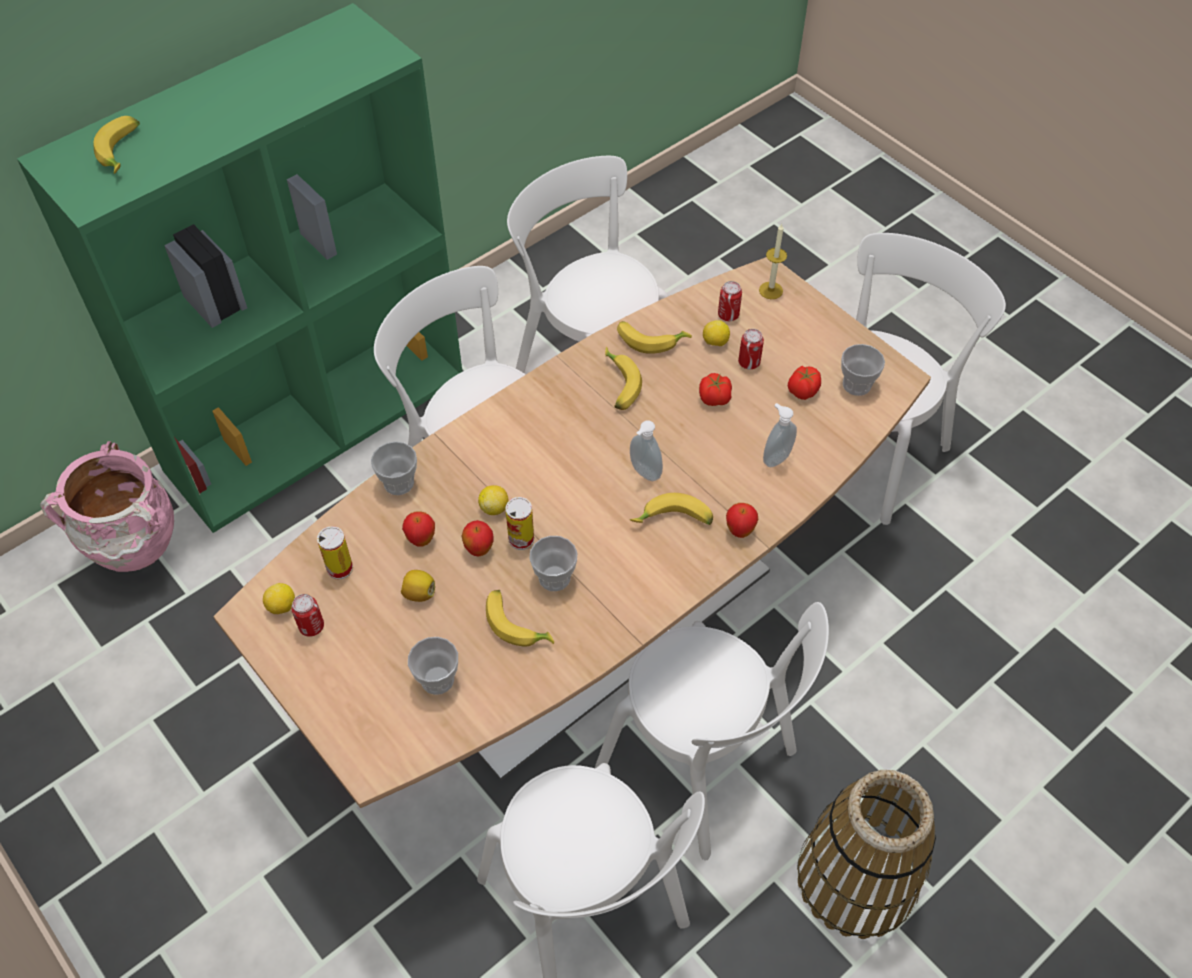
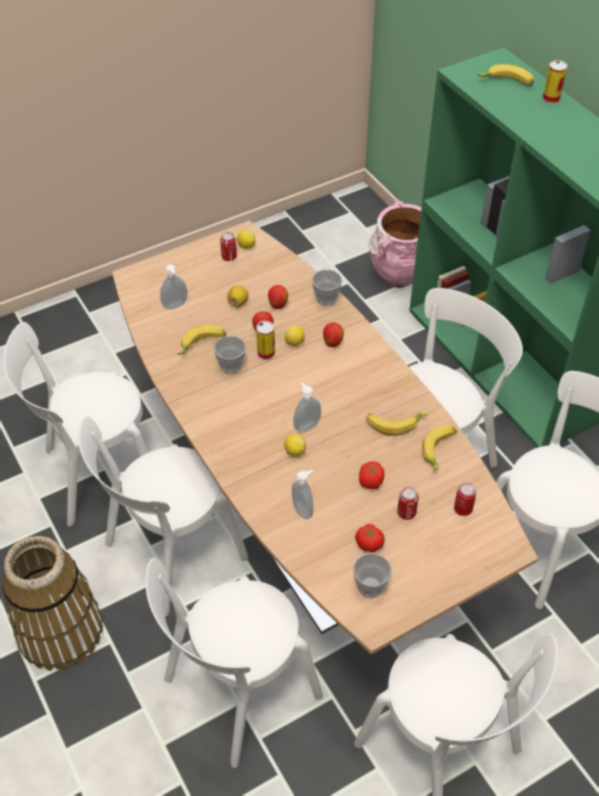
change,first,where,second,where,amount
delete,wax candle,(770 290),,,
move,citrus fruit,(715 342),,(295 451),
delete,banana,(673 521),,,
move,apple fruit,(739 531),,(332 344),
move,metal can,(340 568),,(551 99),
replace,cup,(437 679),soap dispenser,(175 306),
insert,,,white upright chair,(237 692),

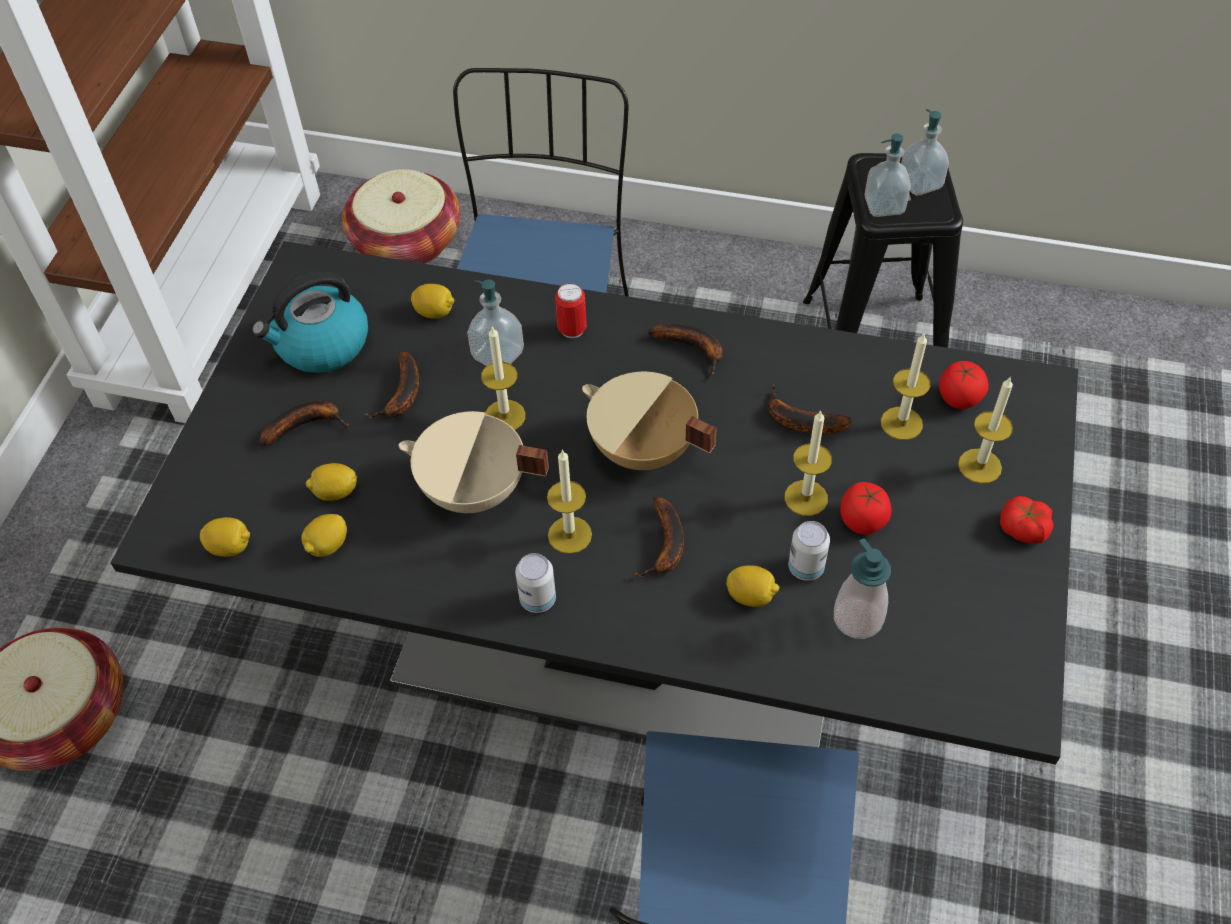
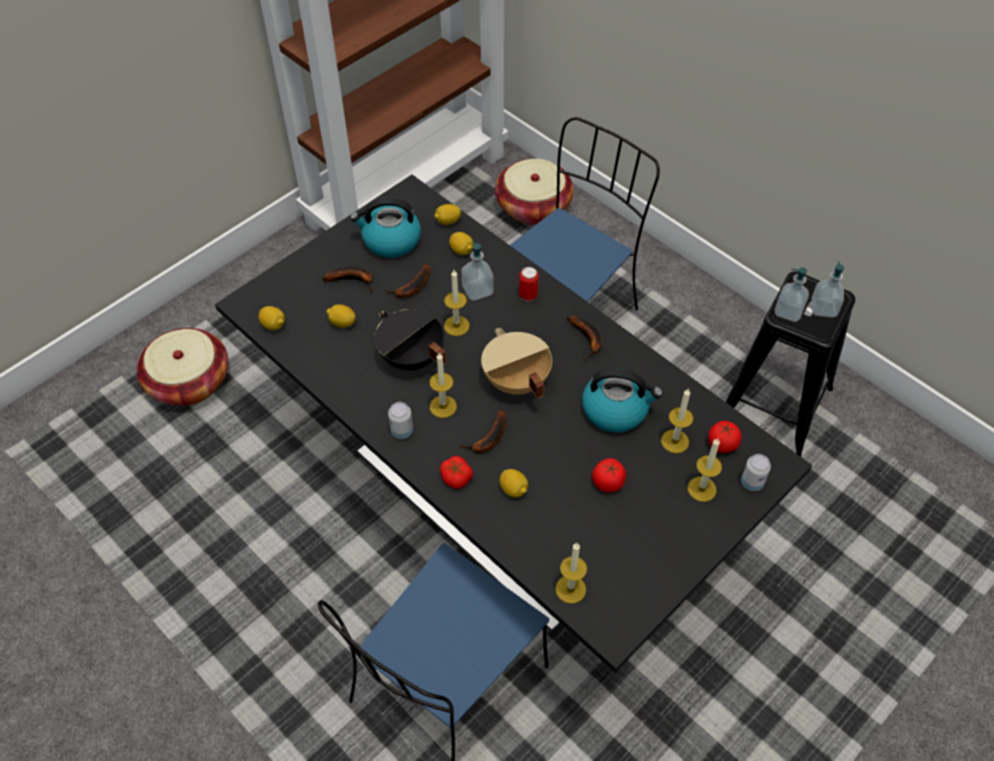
change,first,where,second,where,amount
replace,banana,(799 421),kettle,(616 409),
move,wax candle,(806 498),,(570 589),
recolor,beige stockpot,(474 492),black stockpot,(411 358),
move,tomato,(1023 528),,(456 477),
move,citrus fruit,(327 545),,(447 221),
move,metal can,(806 567),,(751 483),
delete,soap dispenser,(858 618),,,

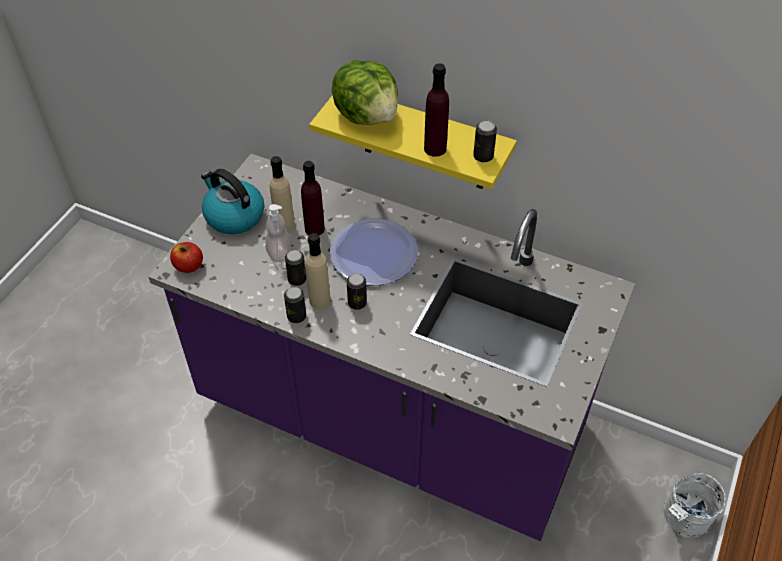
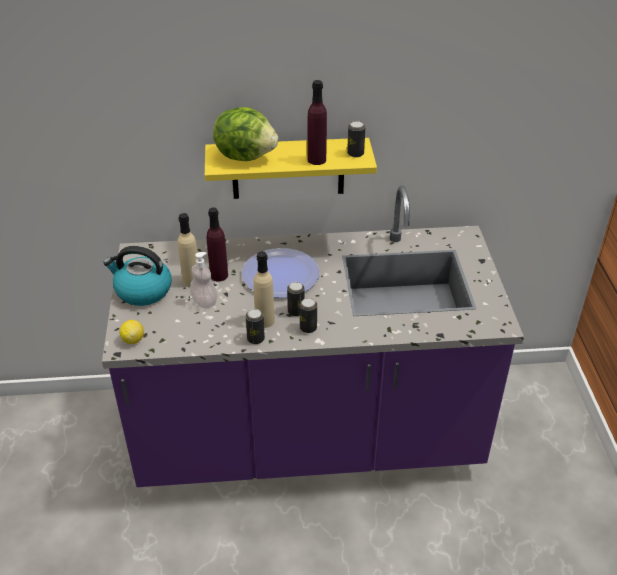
change,first,where,second,where,amount
replace,apple fruit,(189 266),citrus fruit,(133 340),
move,metal can,(297 279),,(308 328),
delete,white pail,(681 521),,,

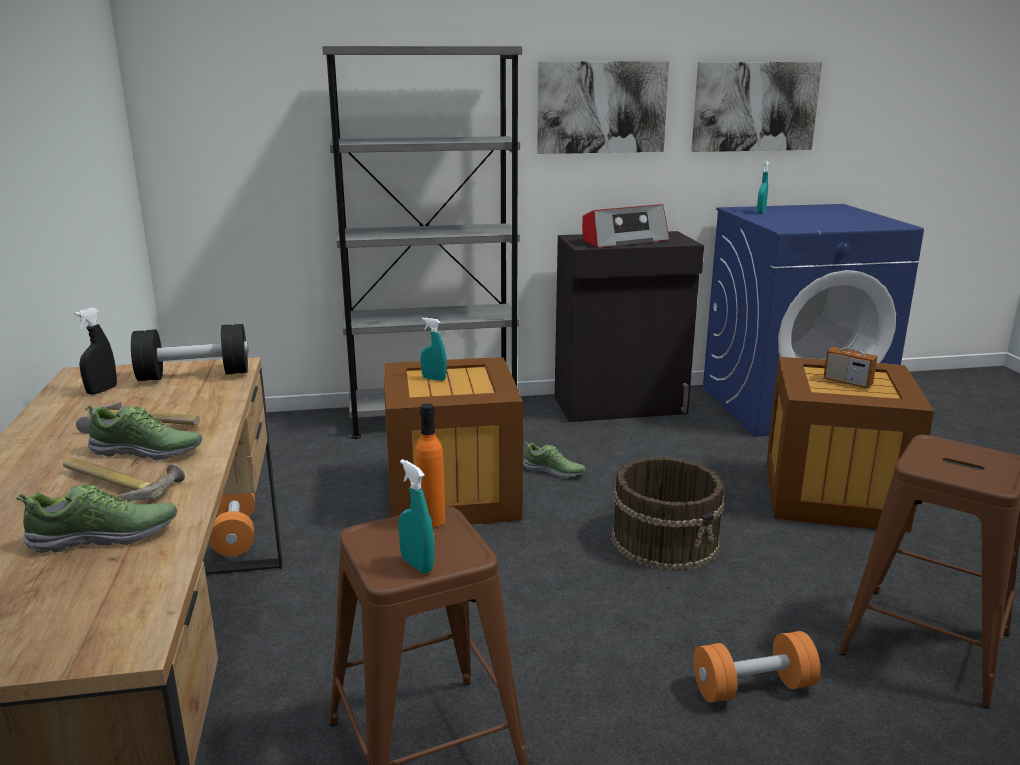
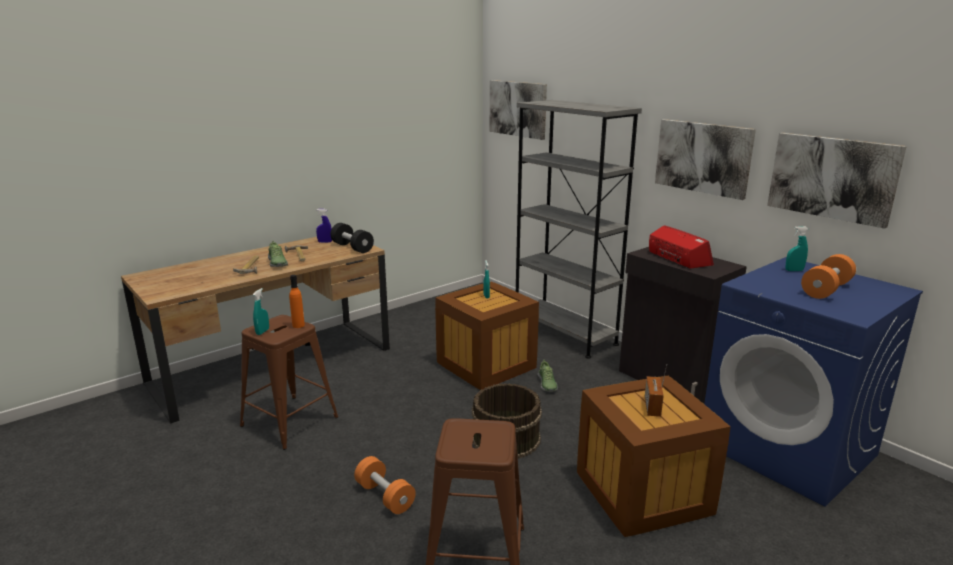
change,first,where,second,where,amount
rotate,radio set,(623 240),,(678 258),150 degrees counterclockwise
recolor,black hand sprayer,(102 390),bluish hand sprayer,(325 242),
delete,shoe,(105 537),,,
move,orange hand weight,(235 534),,(826 289),
insert,,,wall art,(518 109),

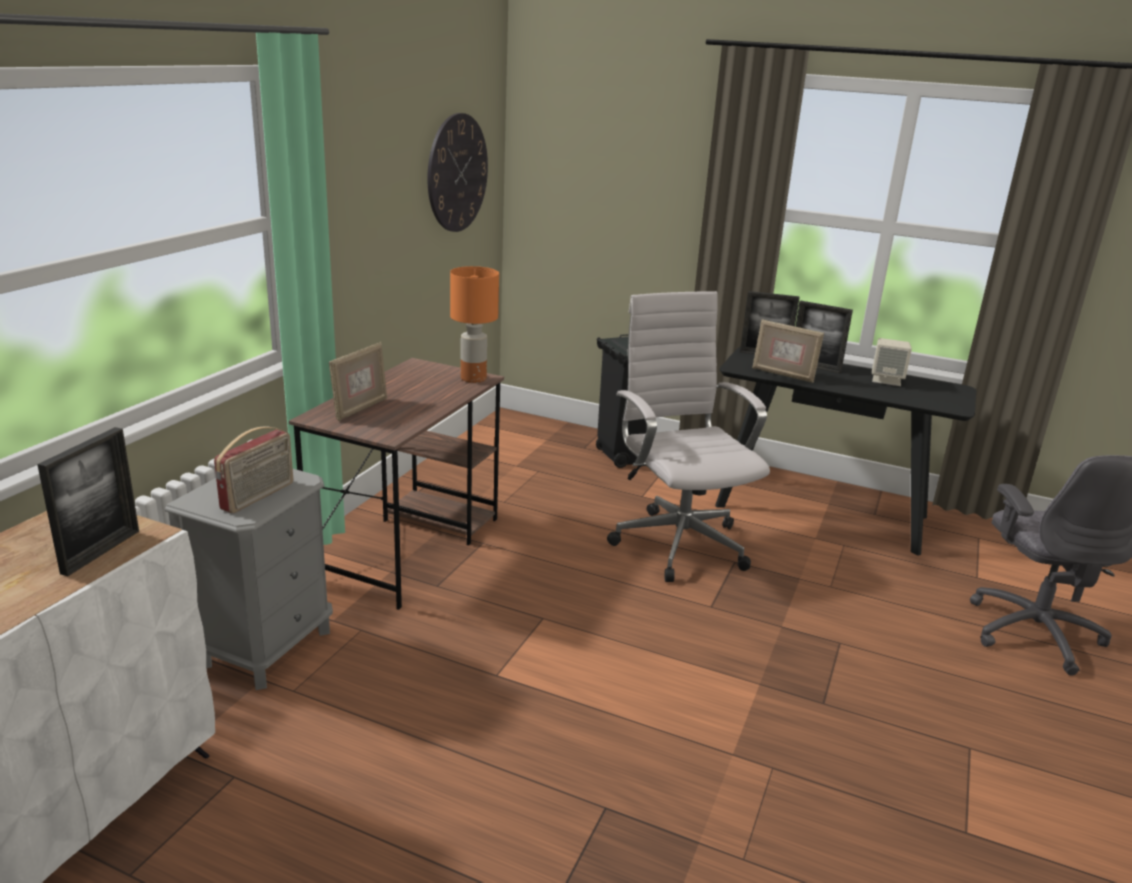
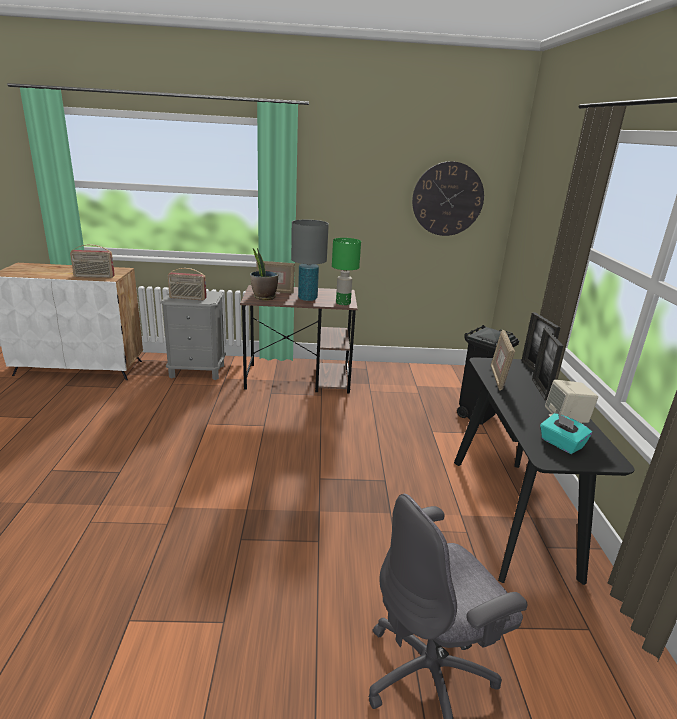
change,first,where,second,where,amount
recolor,orange tabletop lamp,(473 379),green tabletop lamp,(342 303),
delete,white computer chair,(677 542),,,
replace,standing frame,(101 551),radio set,(94 276),
insert,,,grey tabletop lamp,(307 298),
insert,,,plant in a pot,(264 297),
insert,,,turquoise box of tissues,(561 444),

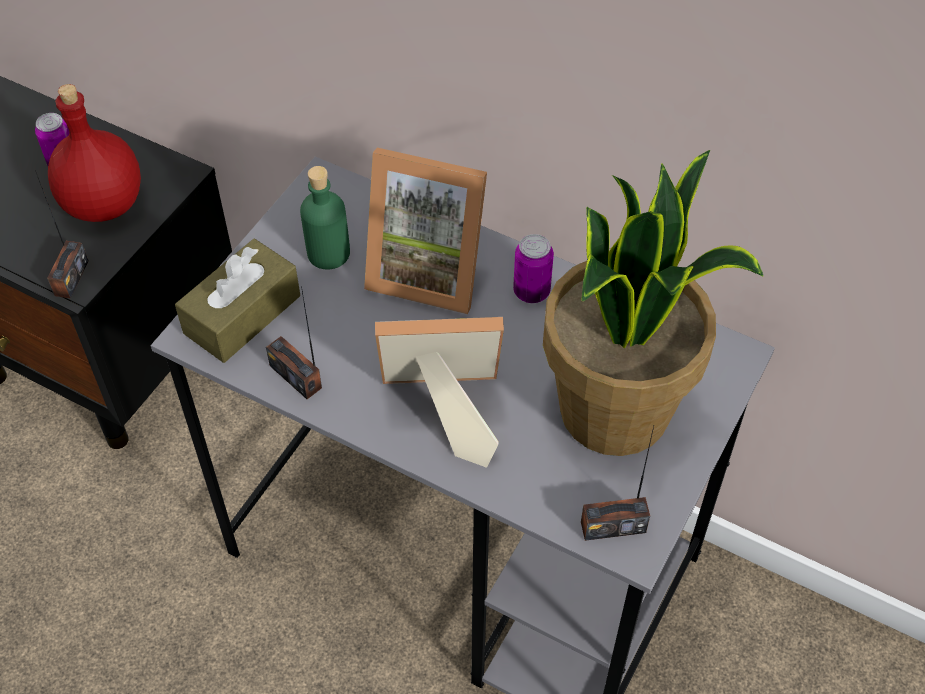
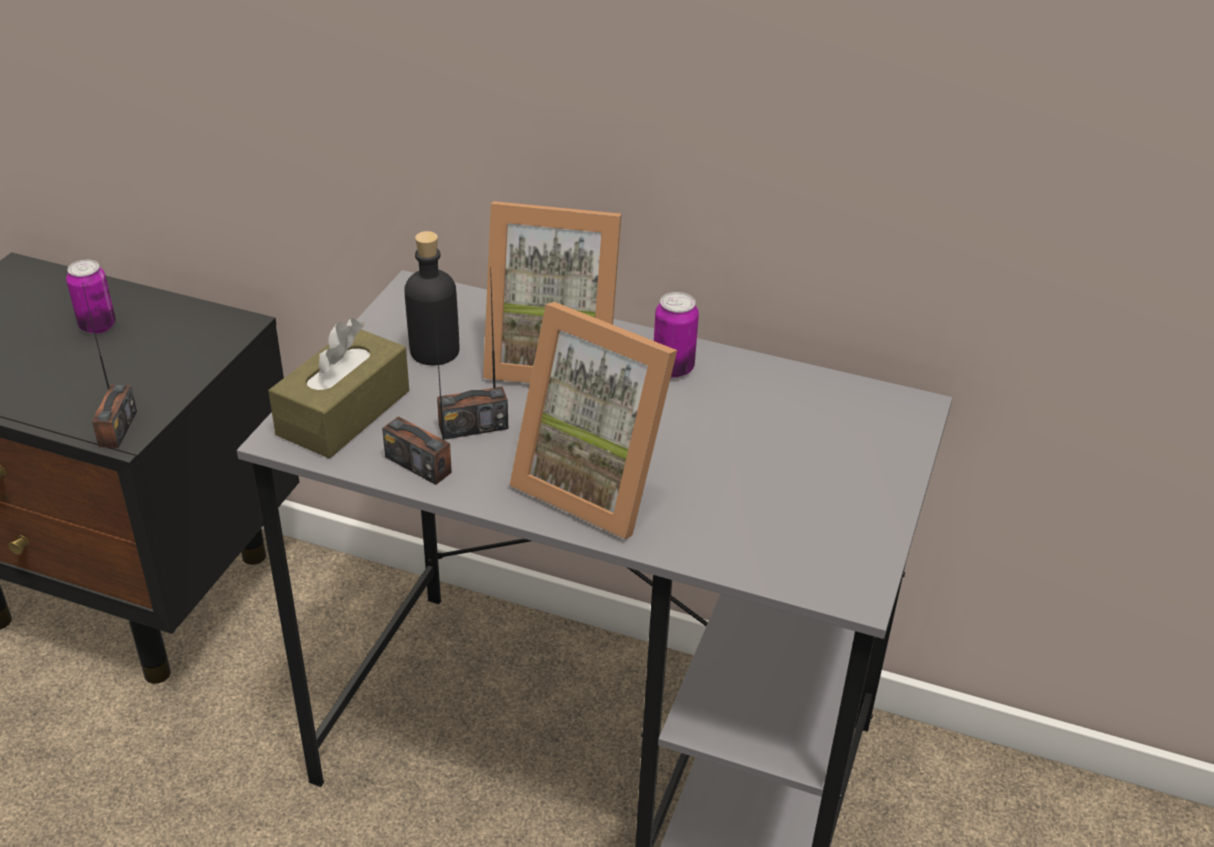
change,first,where,second,where,amount
delete,reddish bottle,(105 205),,,
delete,plant in a pot,(616 411),,,
recolor,green bottle,(328 253),black bottle,(434 351),
rotate,standing frame,(441 411),,(597 483),135 degrees counterclockwise
move,radio set,(613 526),,(473 427),

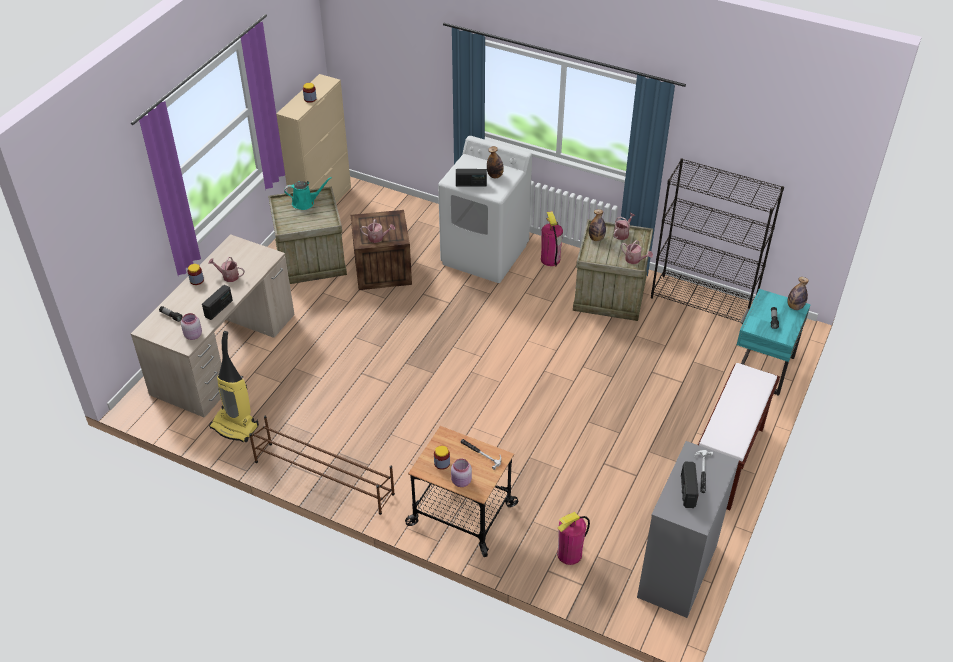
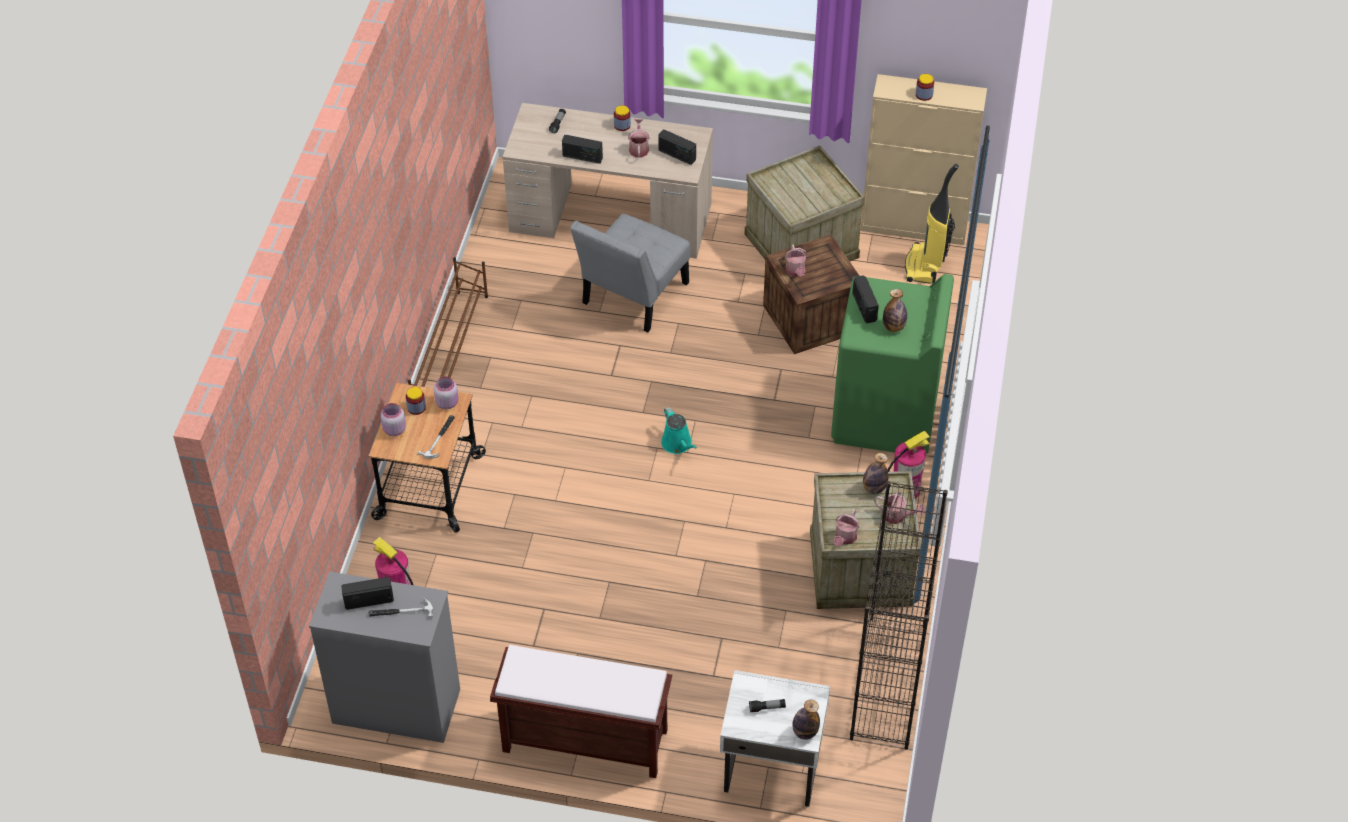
change,first,where,second,where,amount
recolor,white laundry appliance,(485 254),green laundry appliance,(885 416),
move,turquoise watering can,(305 202),,(678 444),
recolor,turquoise night table,(761 369),white night table,(771 767),
move,pinkish storage jar,(193 335),,(447 402),
move,hoover,(235 426),,(925 266),
insert,,,radio set,(677 155),
insert,,,grey upright chair,(632 297),

